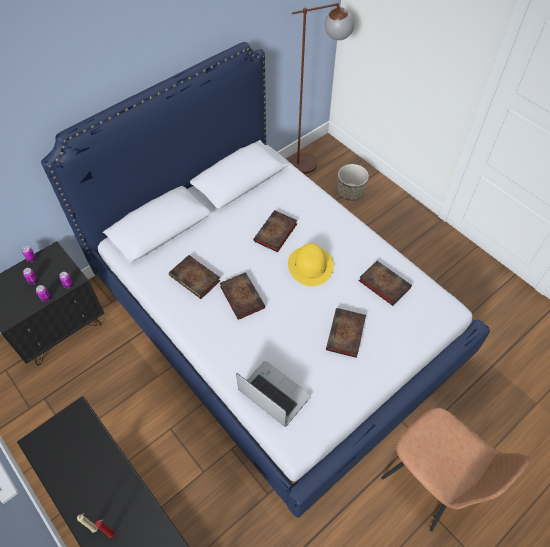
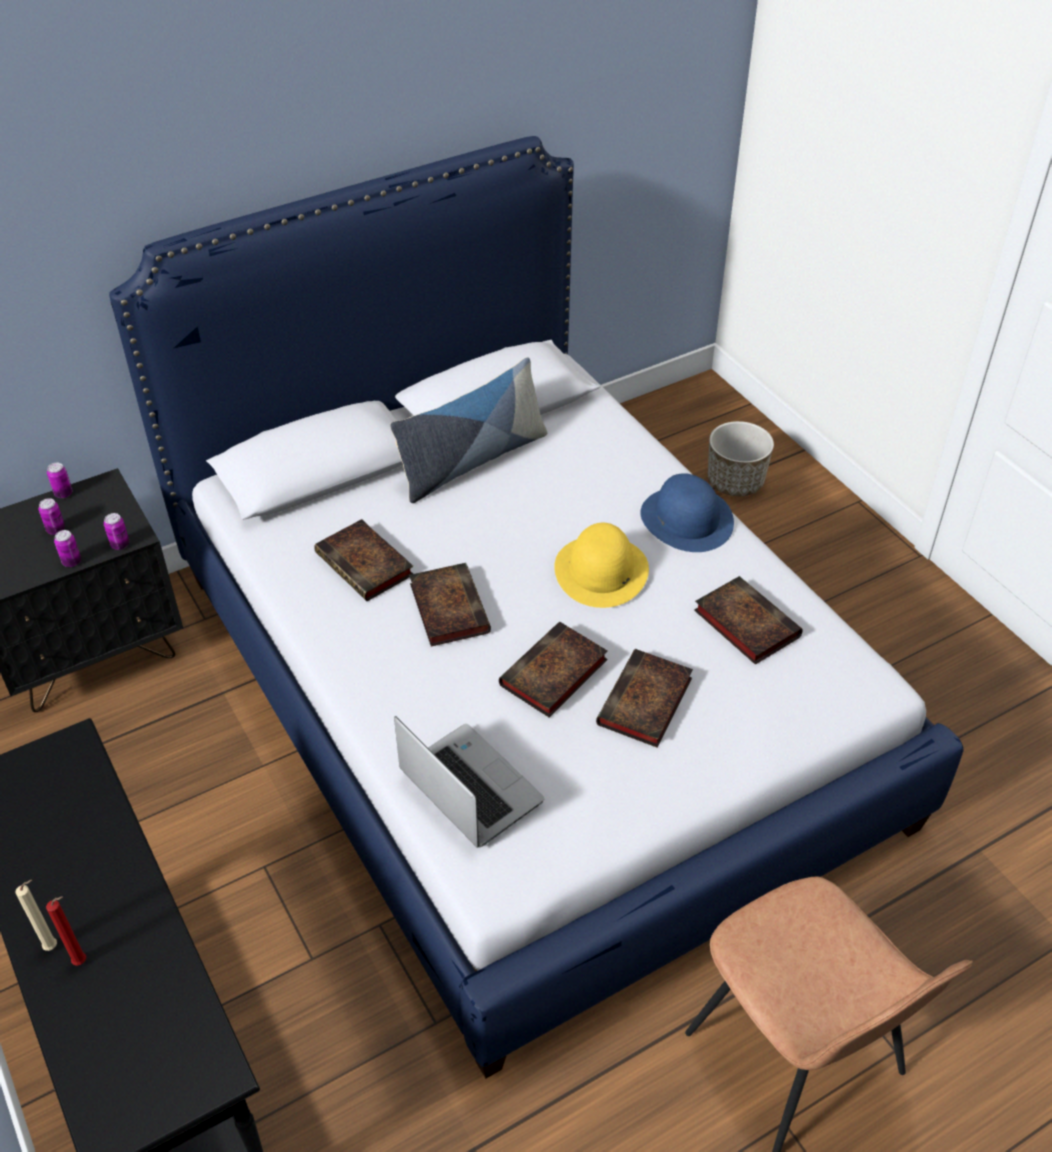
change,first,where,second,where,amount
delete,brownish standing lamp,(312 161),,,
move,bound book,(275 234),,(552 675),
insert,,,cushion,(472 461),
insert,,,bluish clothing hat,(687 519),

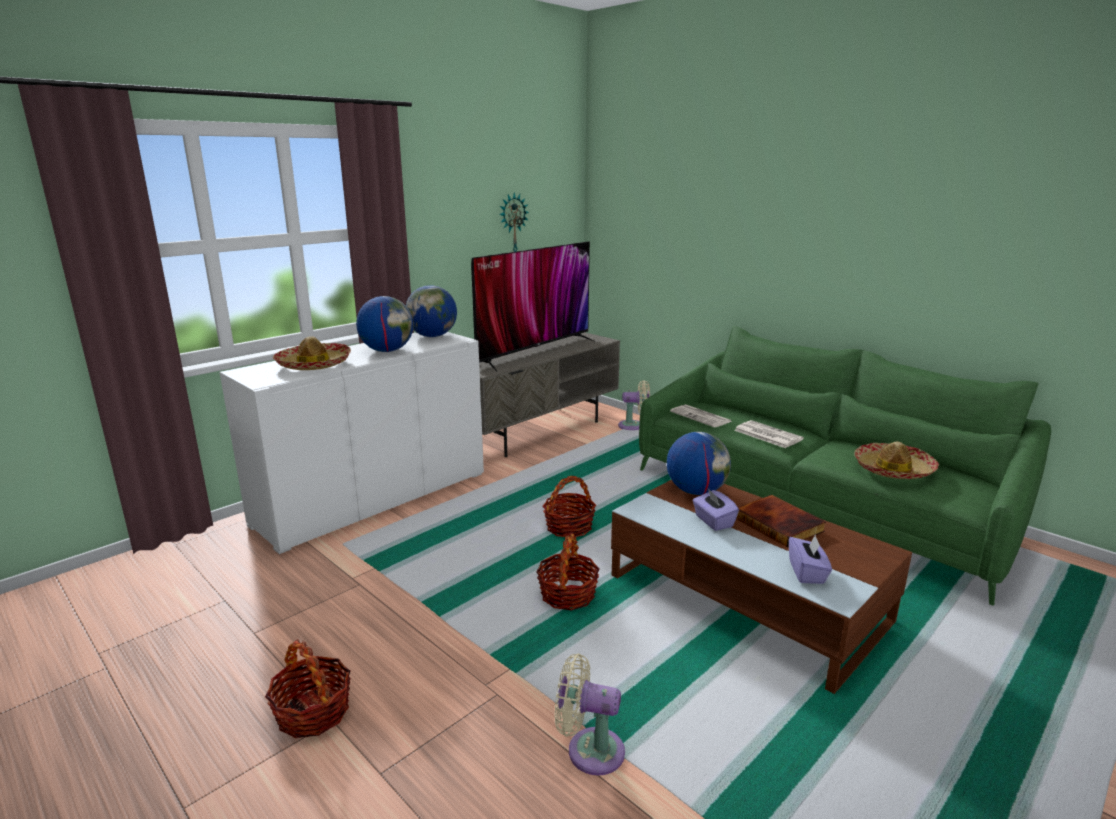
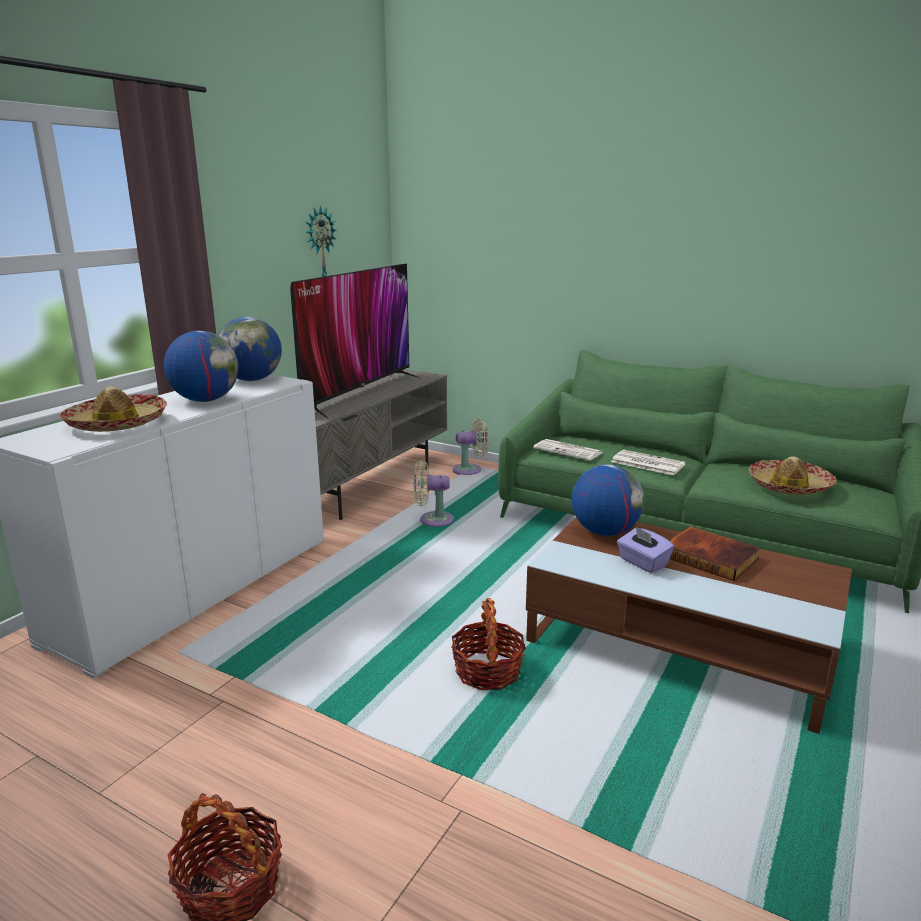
change,first,where,second,where,amount
delete,household basket,(569 527),,,
delete,purple box of tissues,(807 572),,,
move,beige cooling fan,(589 750),,(432 520),

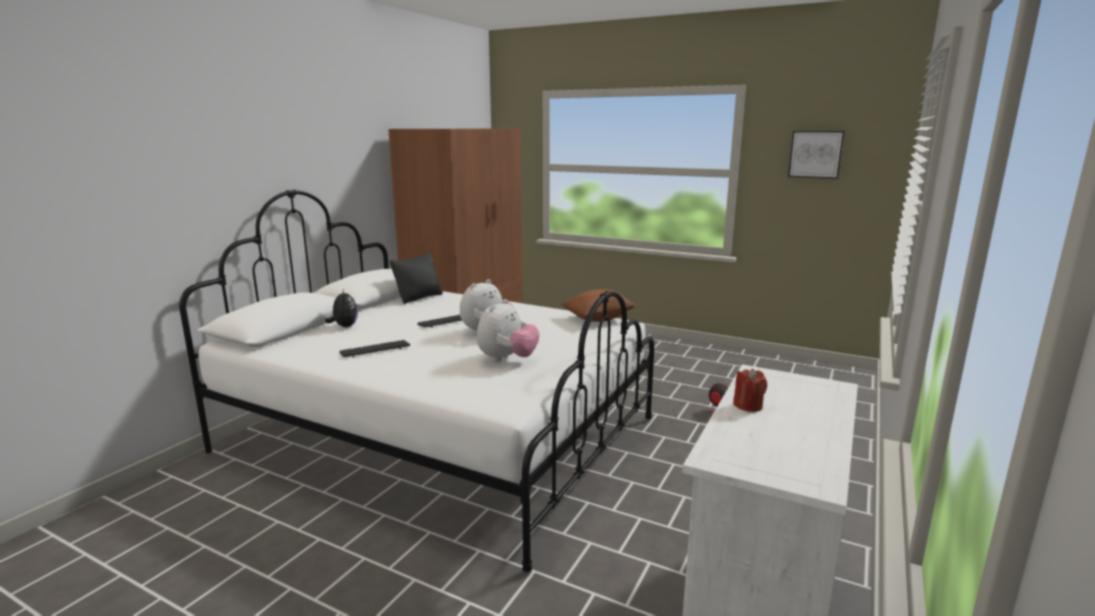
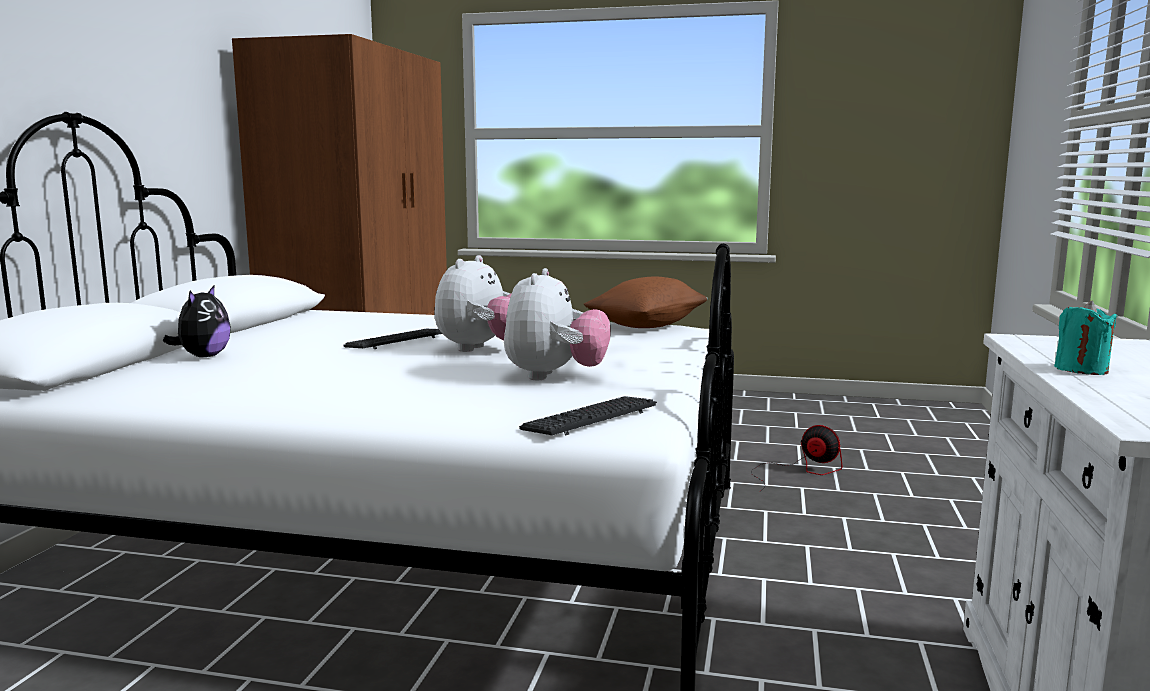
change,first,where,second,where,amount
delete,wall art,(815 154),,,
delete,black cushion,(419 298),,,
rotate,cuddly toy,(344 326),,(203 356),45 degrees clockwise
move,computer keyboard,(375 350),,(590 419),
recolor,reddish wax candle,(748 405),turquoise wax candle,(1081 370),

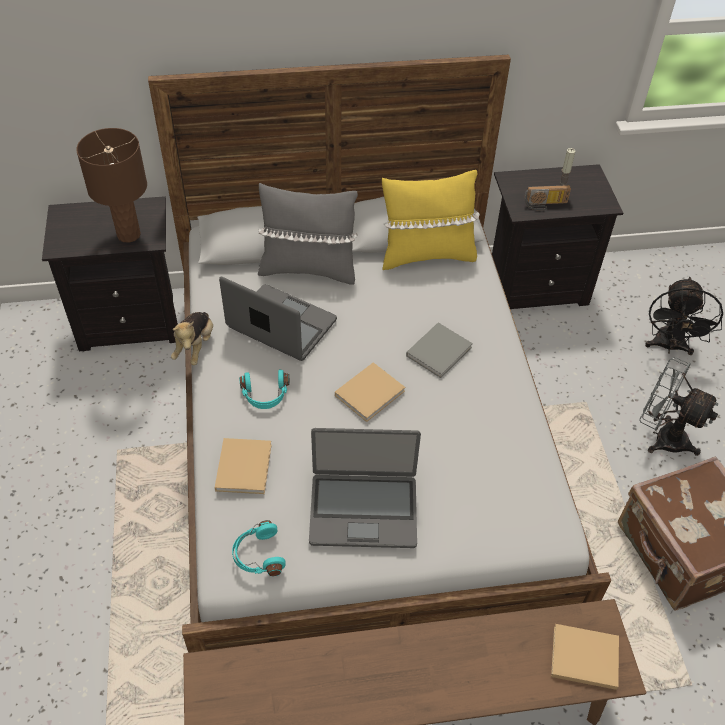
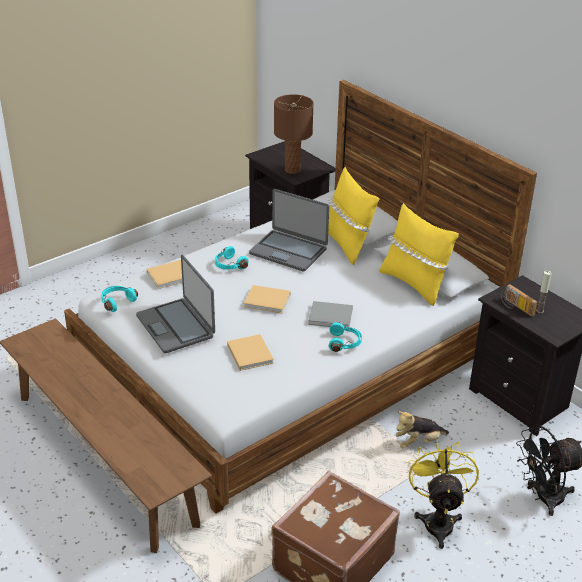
change,first,where,second,where,amount
recolor,grey cushion,(308 269),yellow-coloured cushion,(346 244),
rotate,notebook computer,(281 325),,(288 251),120 degrees clockwise
move,cuddly toy,(195 346),,(418 442),
recolor,grey cooling fan,(662 437),yellow-coloured cooling fan,(438 520),
move,beige bound book,(582 657),,(249 353),
insert,,,turquoise headphones,(344 343),

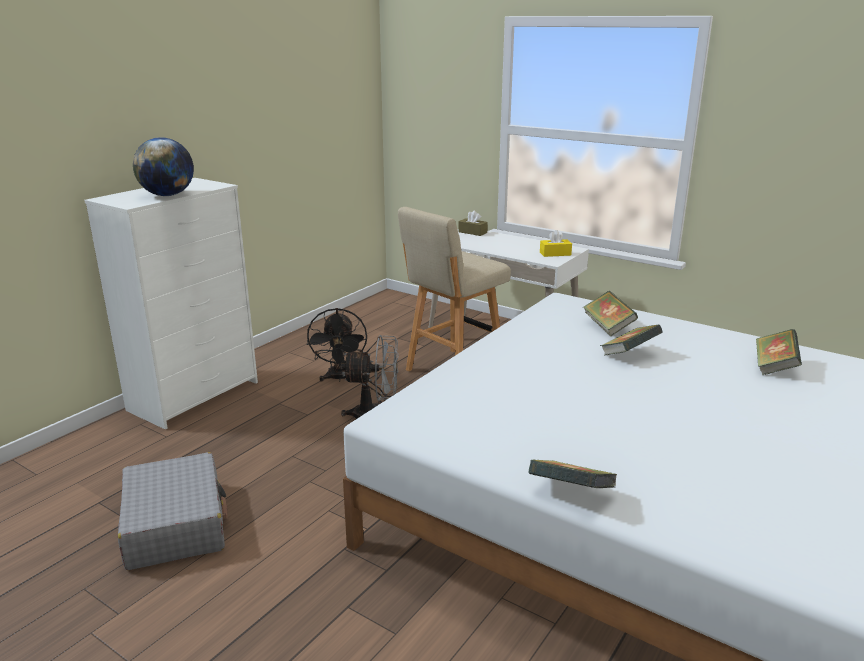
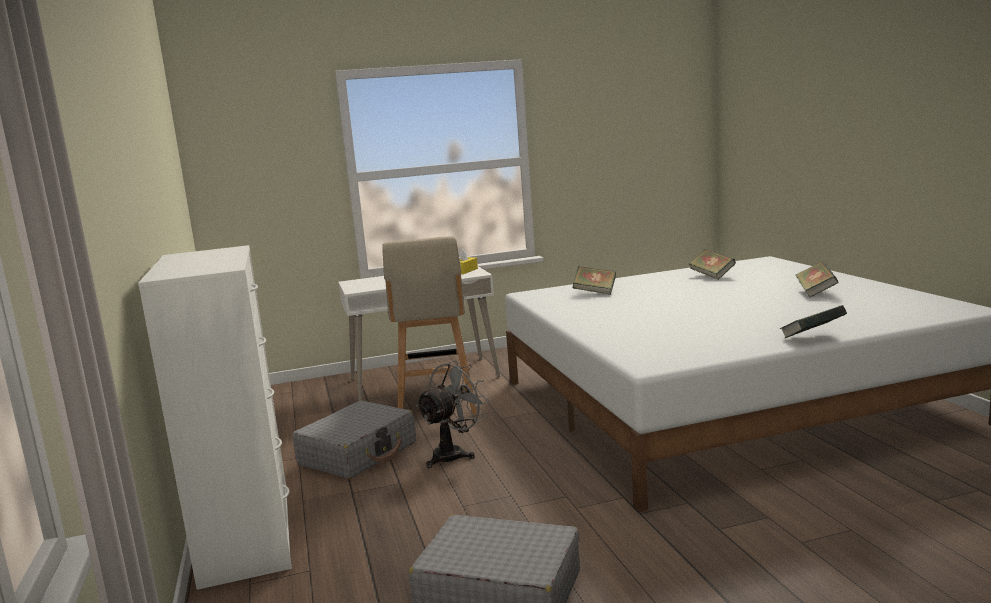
change,first,where,second,where,amount
delete,world globe,(168 195),,,
delete,brownish box of tissues,(472 232),,,
replace,black cooling fan,(340 378),grey piece of luggage,(358 453),
move,bound book,(629 355),,(815 292),

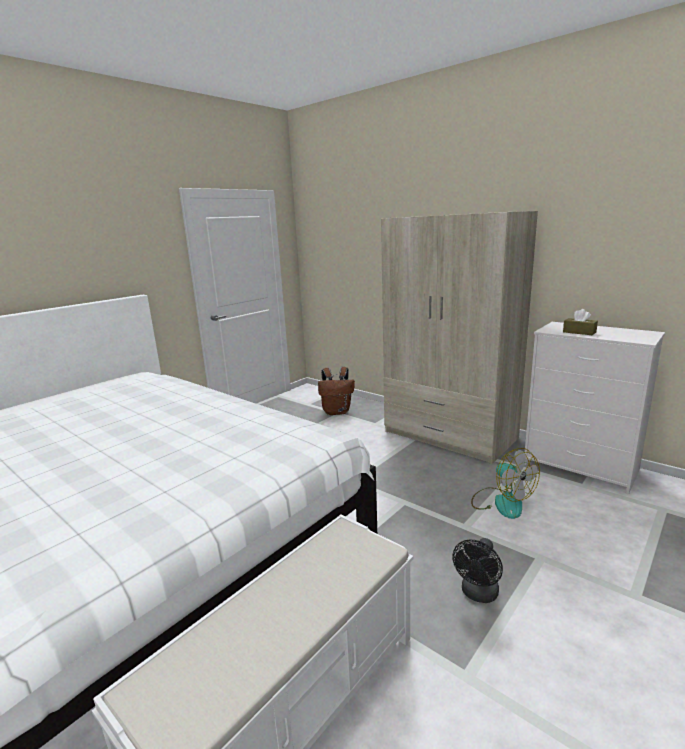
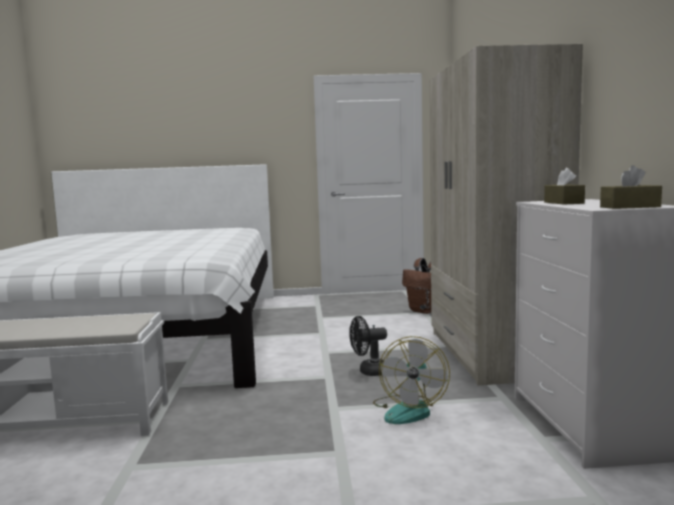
change,first,where,second,where,amount
move,black cooling fan,(478 594),,(369 372),
insert,,,brownish box of tissues,(629 207),

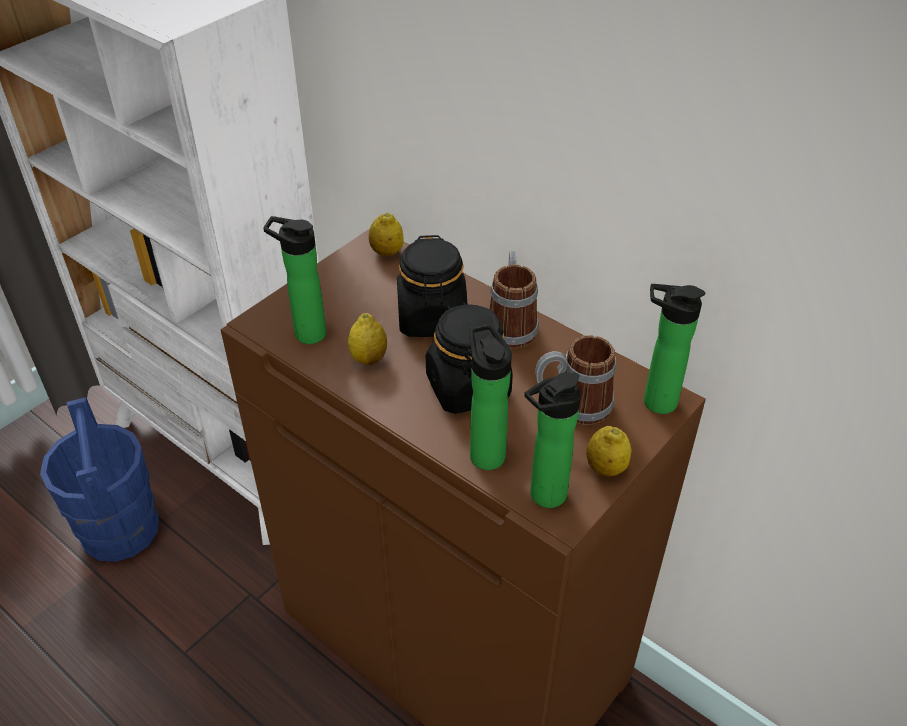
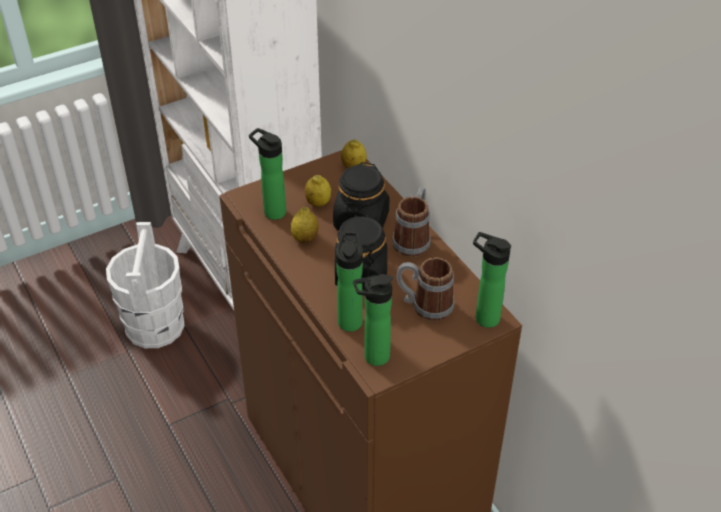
change,first,where,second,where,amount
recolor,bluish pail,(120 528),white pail,(155 325),
move,citrus fruit,(605 468),,(318 203),

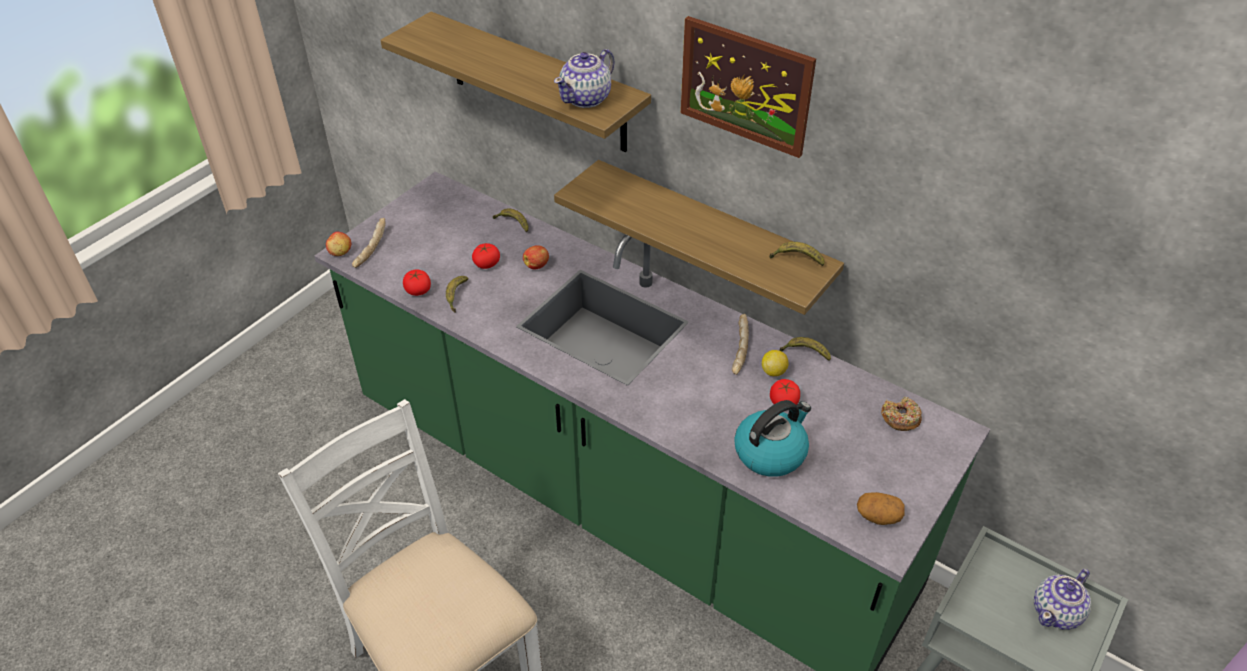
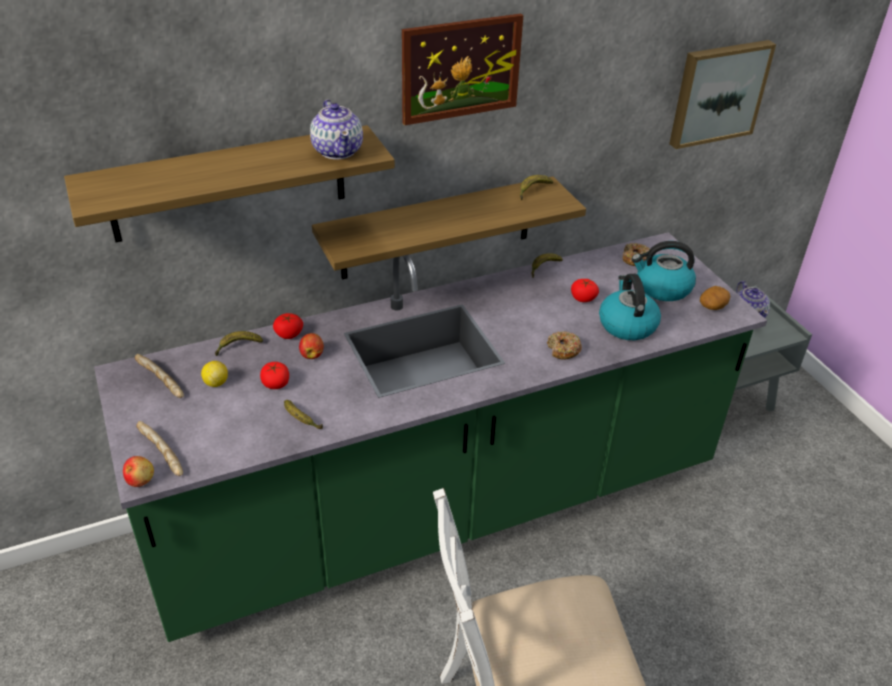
change,first,where,second,where,amount
move,tomato,(418 290),,(289 334),
move,bakery bread,(738 349),,(160 382),
move,citrus fruit,(773 371),,(216 383),
insert,,,wall art,(718 92),
insert,,,kettle,(662 288),
insert,,,donut,(563 350),

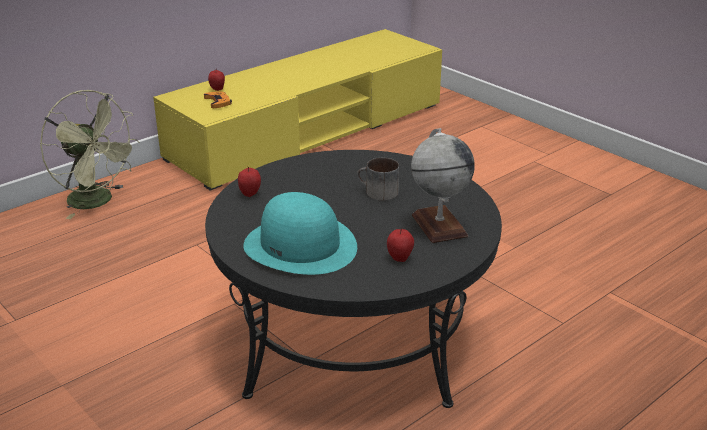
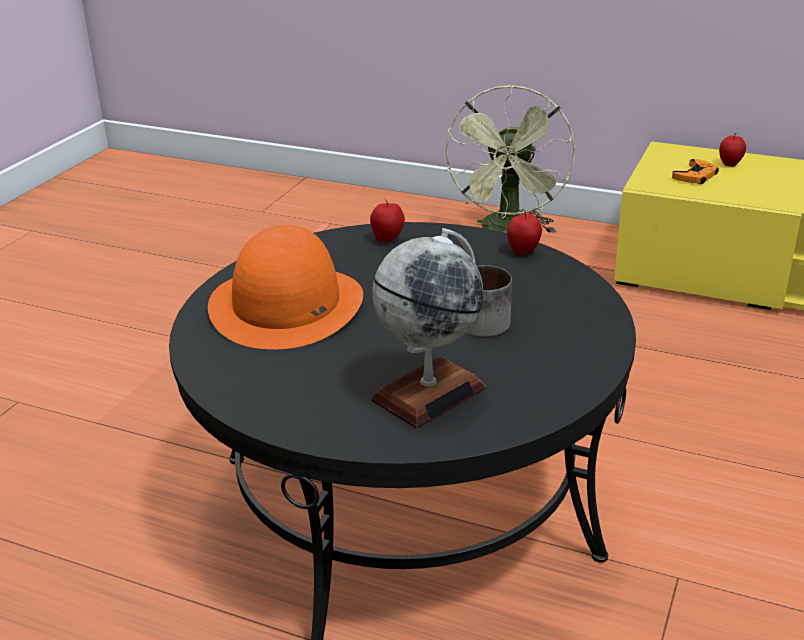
change,first,where,second,where,amount
recolor,turquoise clothing hat,(300 246),orange clothing hat,(287 305),
move,apple fruit,(400 258),,(523 252),

